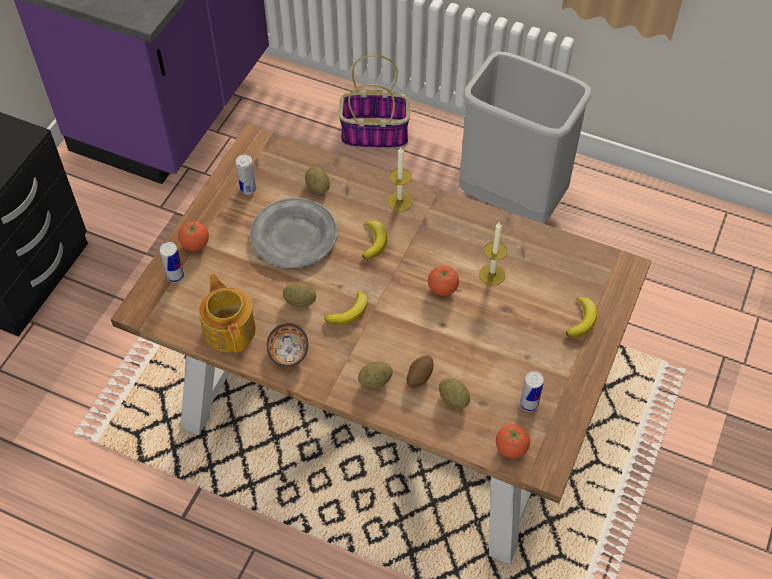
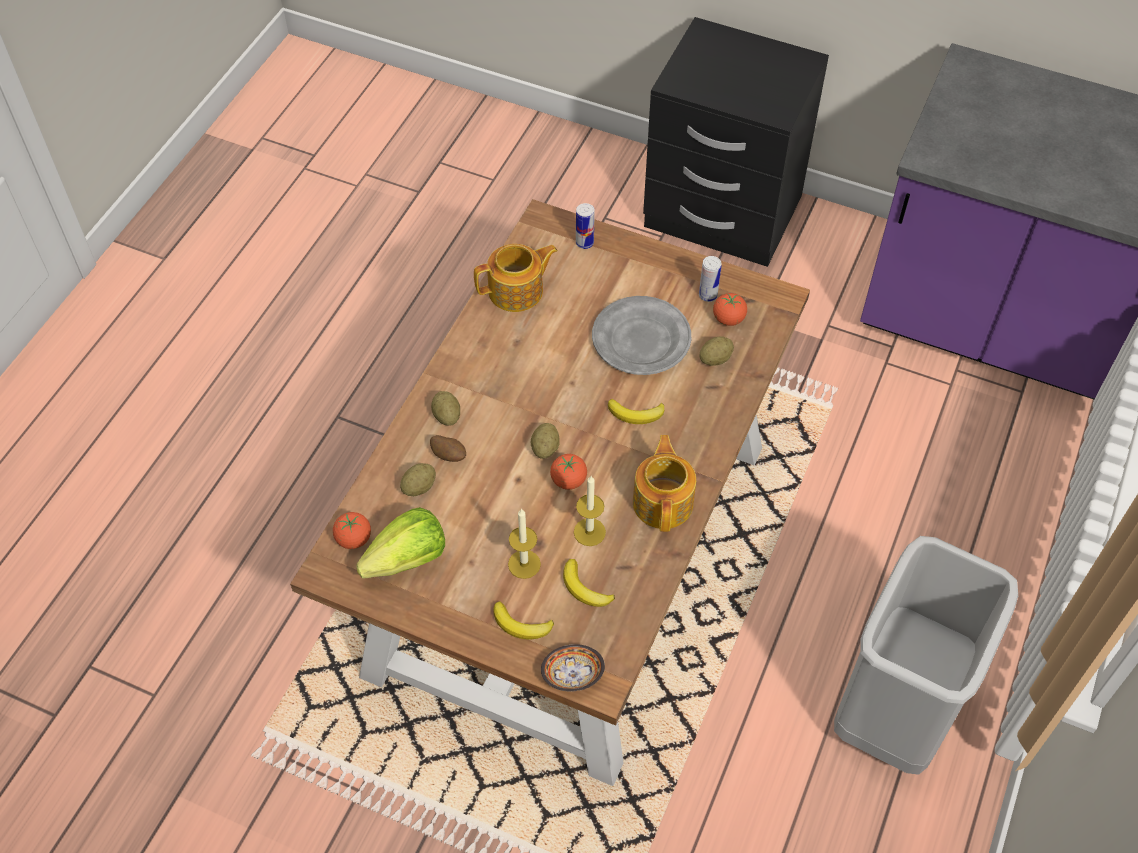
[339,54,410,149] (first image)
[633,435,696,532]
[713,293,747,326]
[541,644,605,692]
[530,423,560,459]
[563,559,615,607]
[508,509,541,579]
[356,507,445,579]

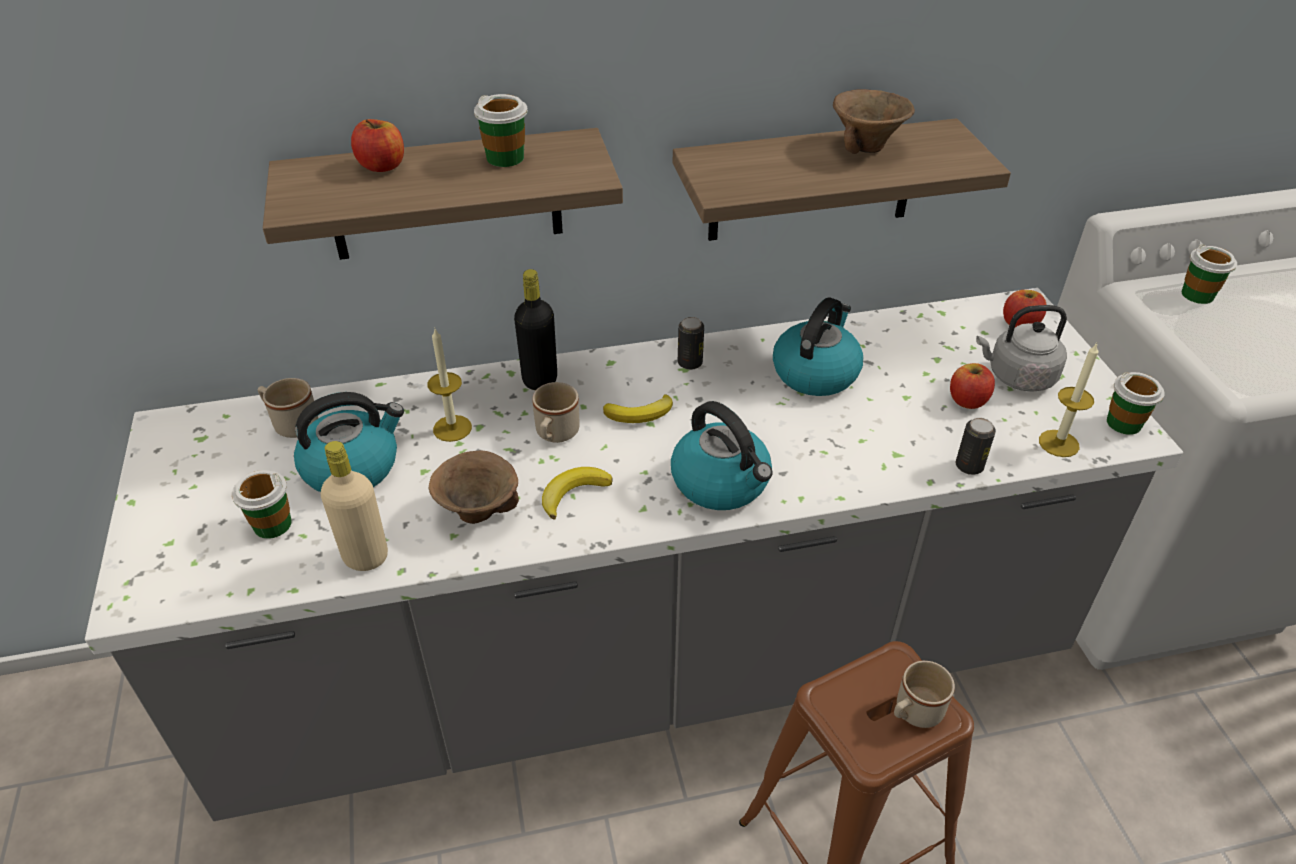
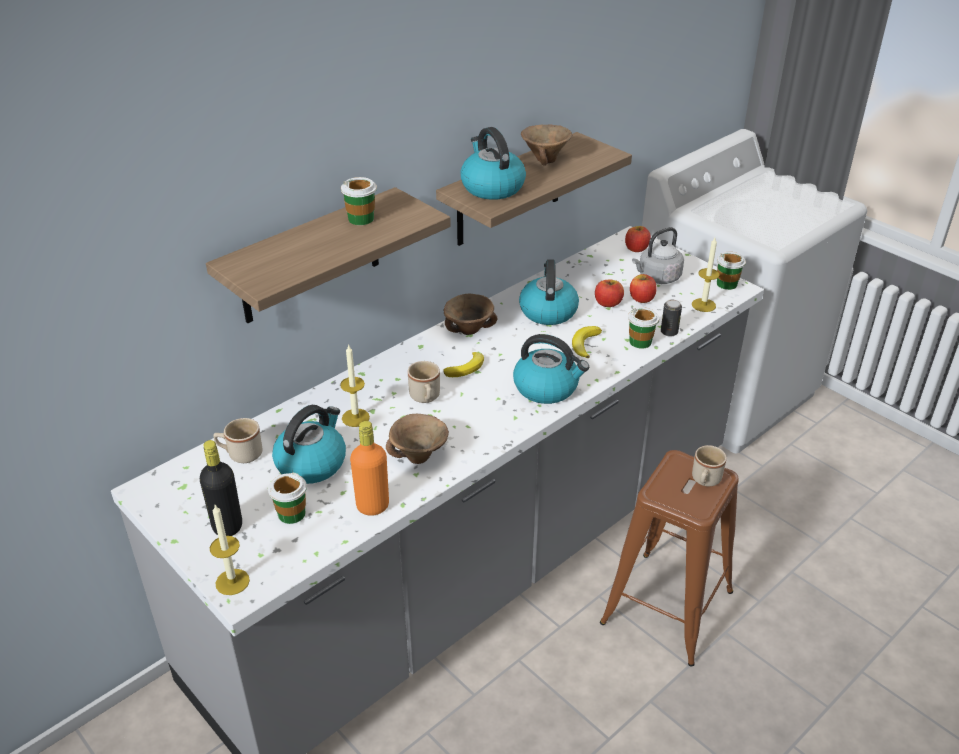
[210,505,250,595]
[460,127,526,200]
[595,279,624,307]
[200,440,242,536]
[572,326,602,358]
[628,307,659,349]
[443,294,498,335]
[350,421,389,516]

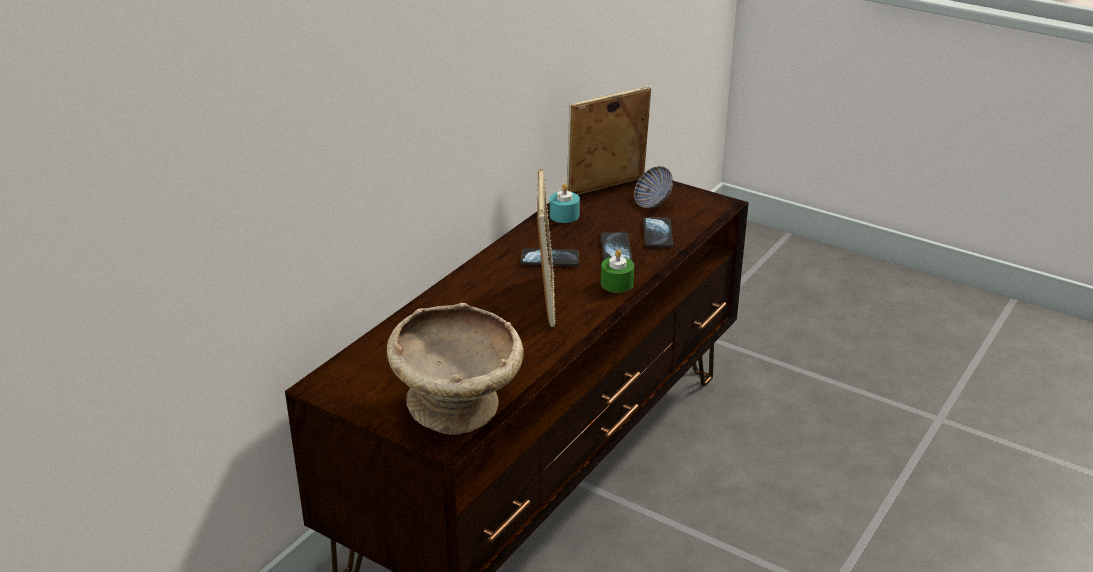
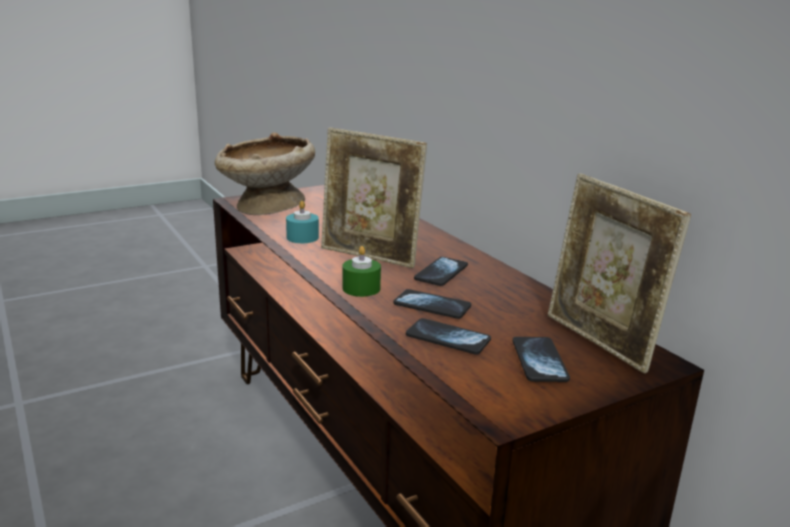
[286,201,319,243]
[513,337,570,382]
[548,173,691,374]

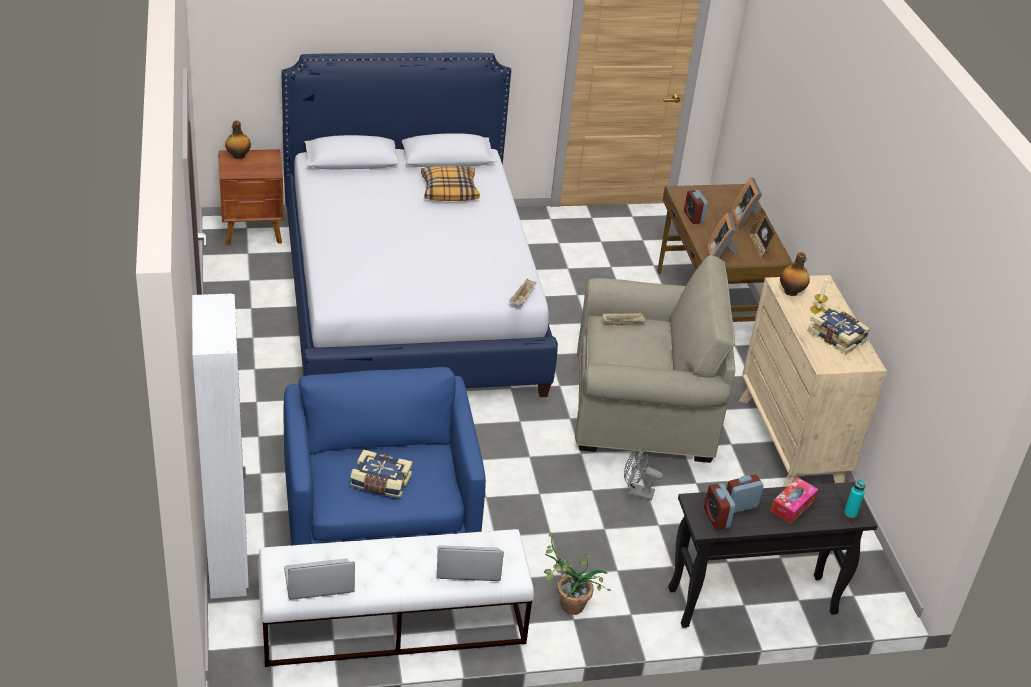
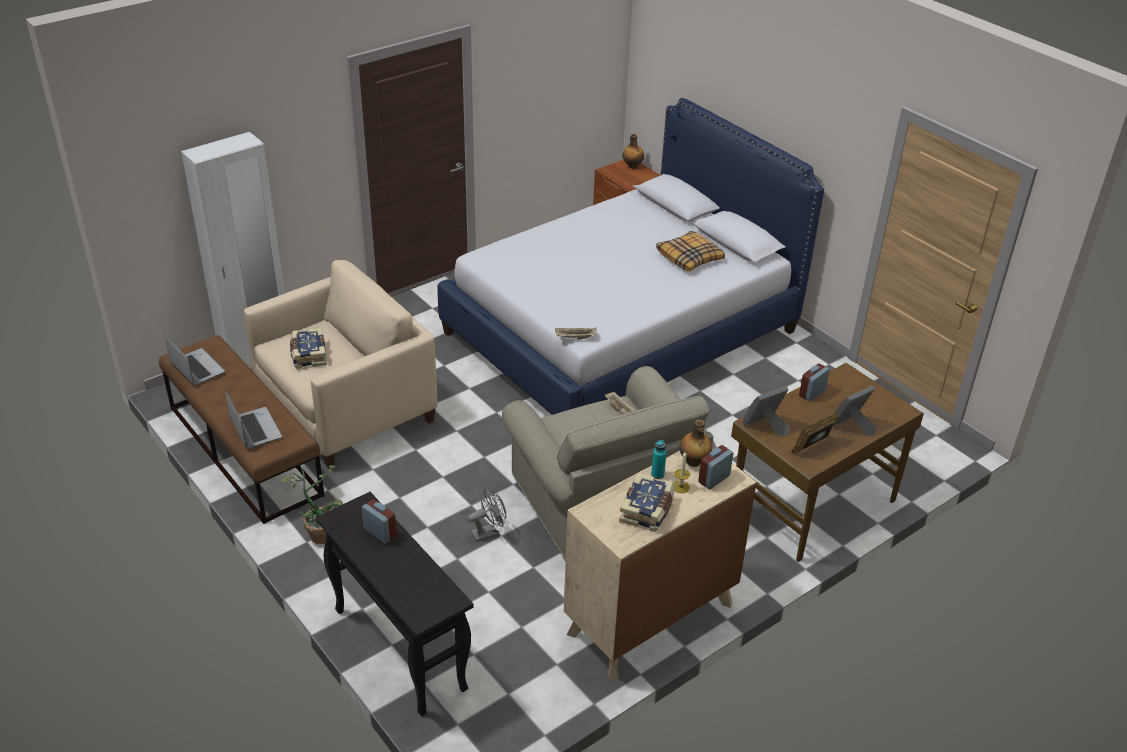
[771,478,819,524] (first image)
[698,445,733,489]
[651,440,667,479]
[159,335,325,524]
[244,260,438,469]
[468,488,507,542]

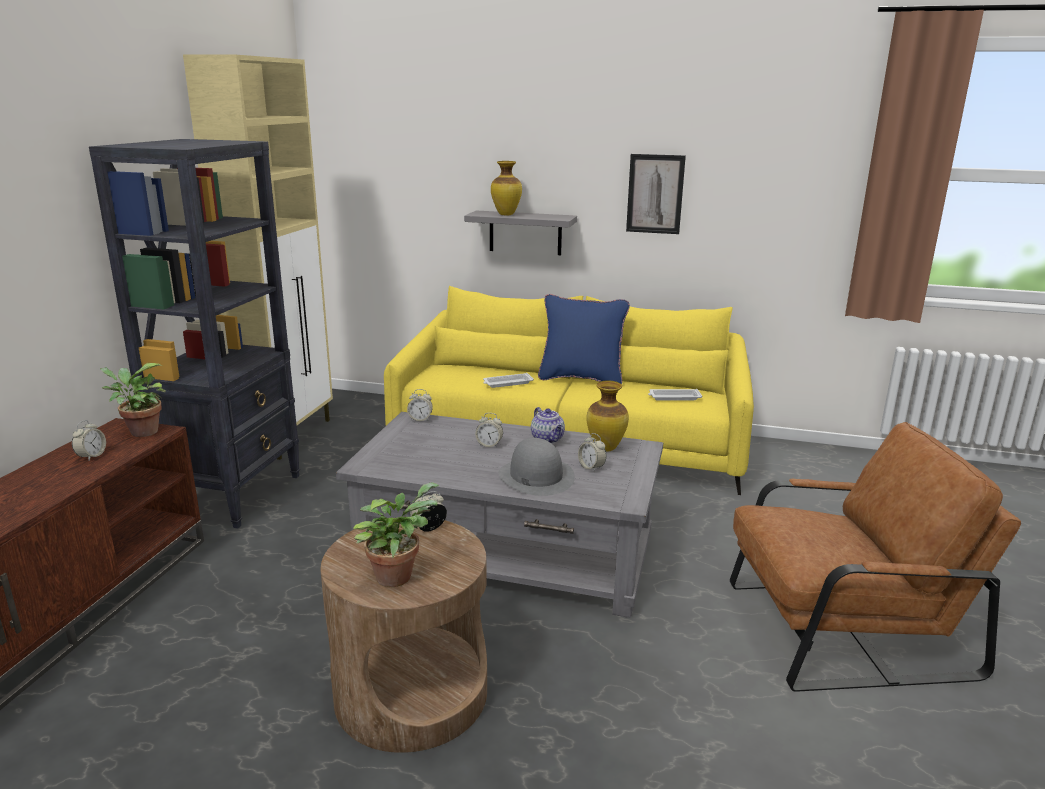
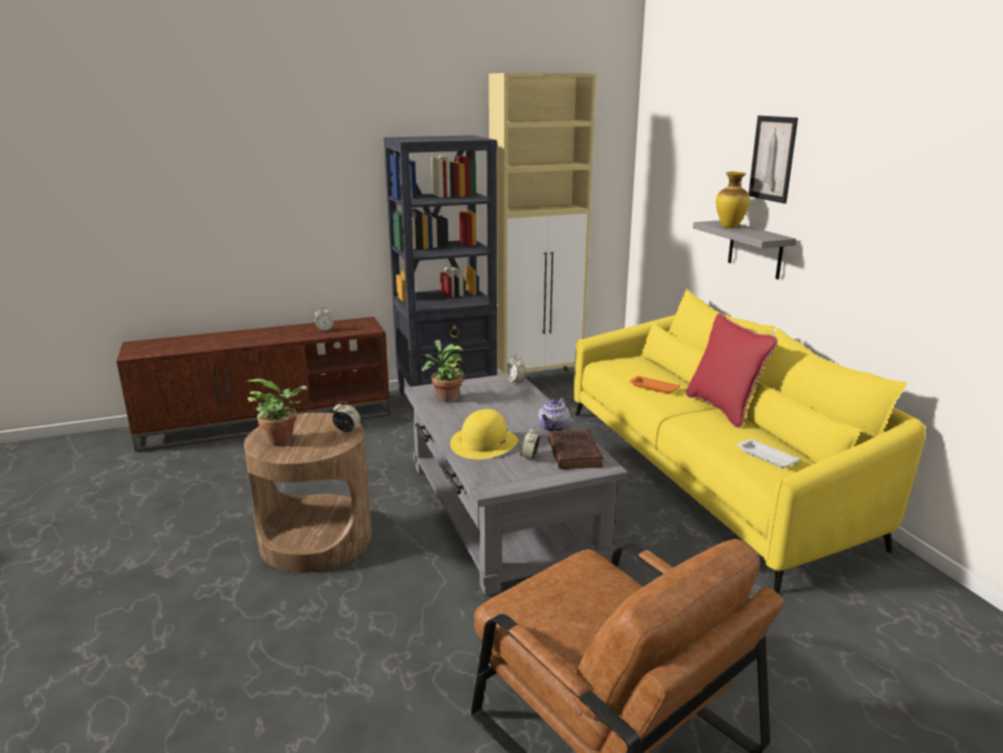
[475,413,503,448] (first image)
[422,340,465,403]
[749,116,798,204]
[548,429,604,469]
[629,376,680,394]
[450,409,518,459]
[686,313,778,428]

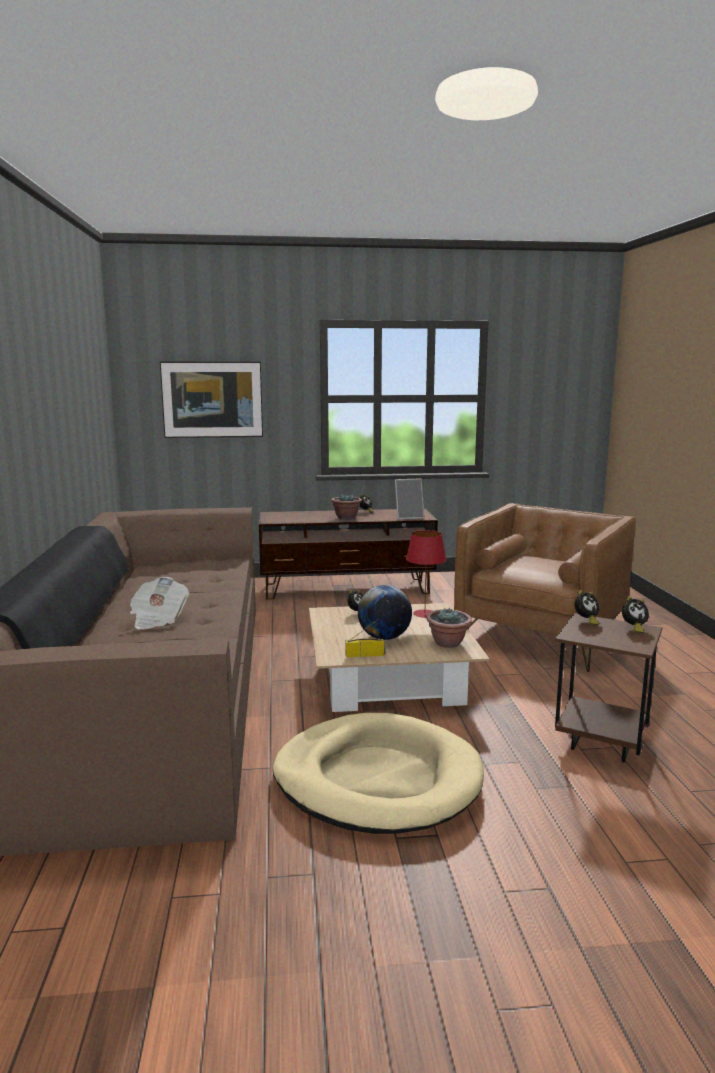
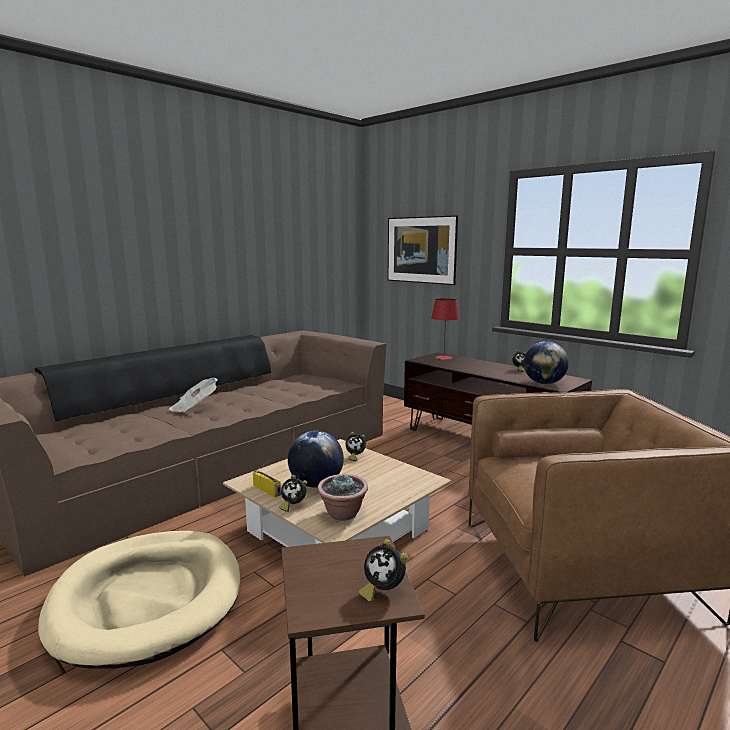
[331,493,362,520] (first image)
[431,298,460,360]
[279,475,307,512]
[524,341,569,384]

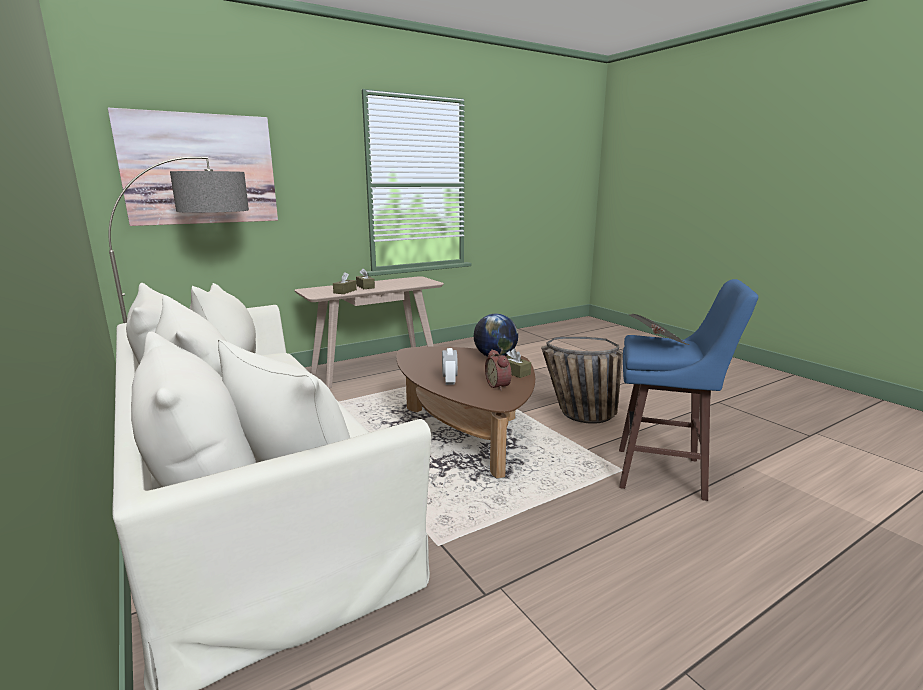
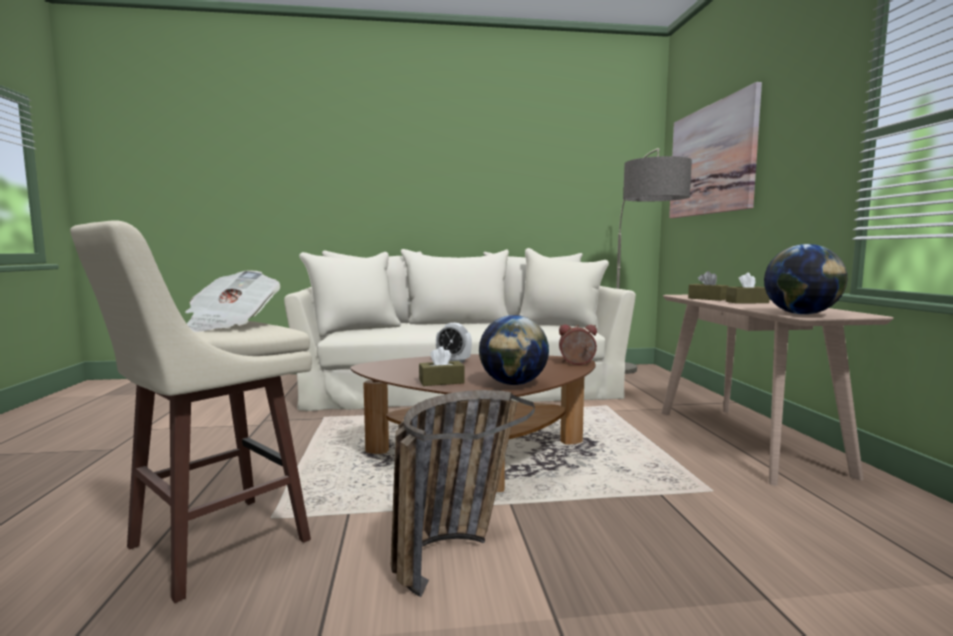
[764,244,847,315]
[559,325,597,365]
[70,220,312,603]

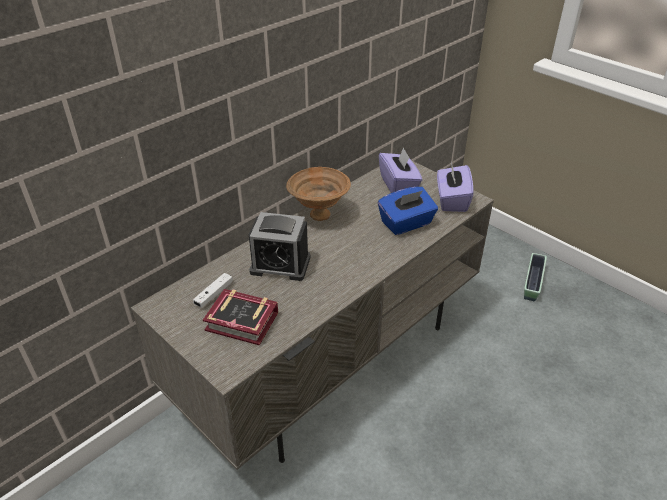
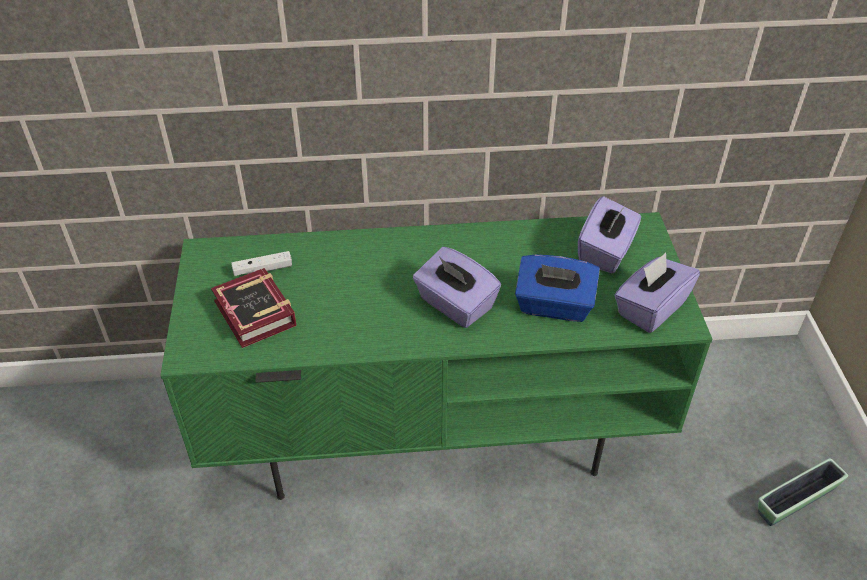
[249,212,310,281] (first image)
[286,167,351,221] (first image)
[413,247,501,328]
[160,212,712,500]

